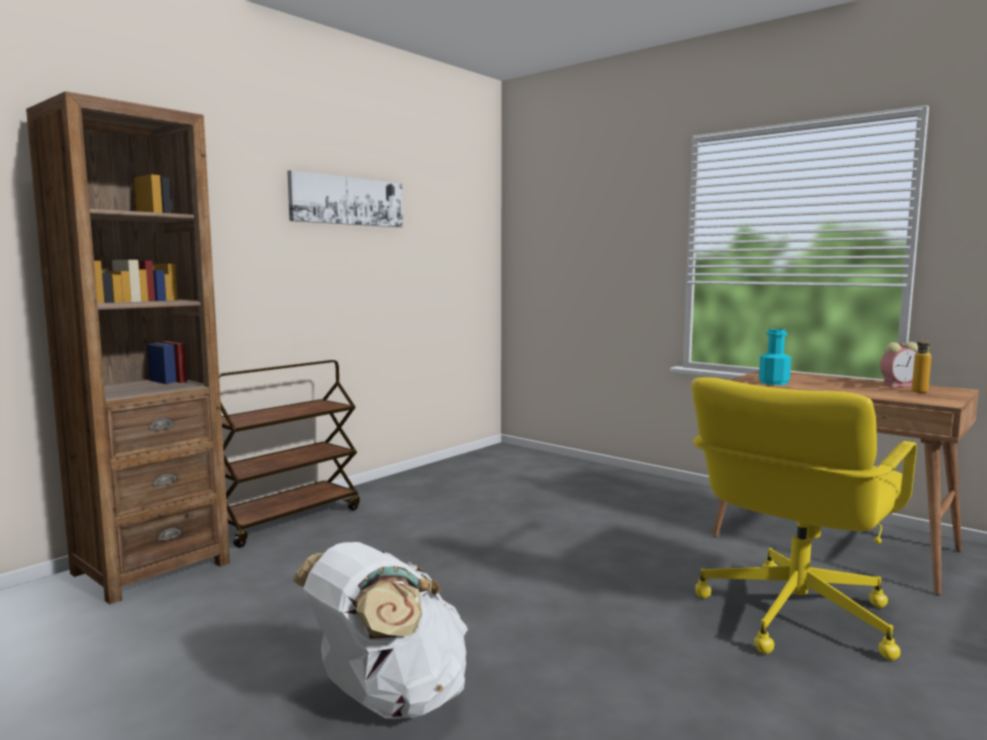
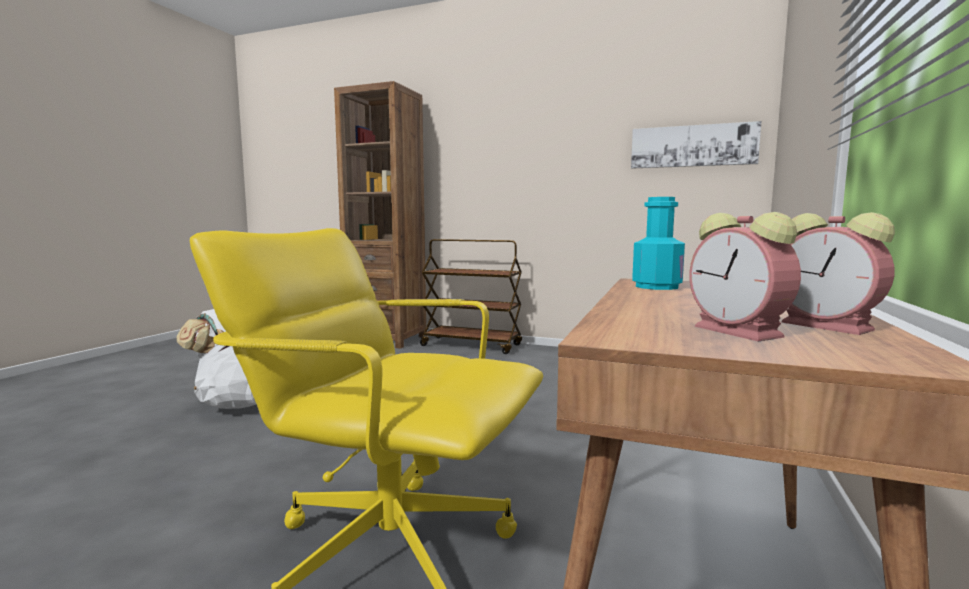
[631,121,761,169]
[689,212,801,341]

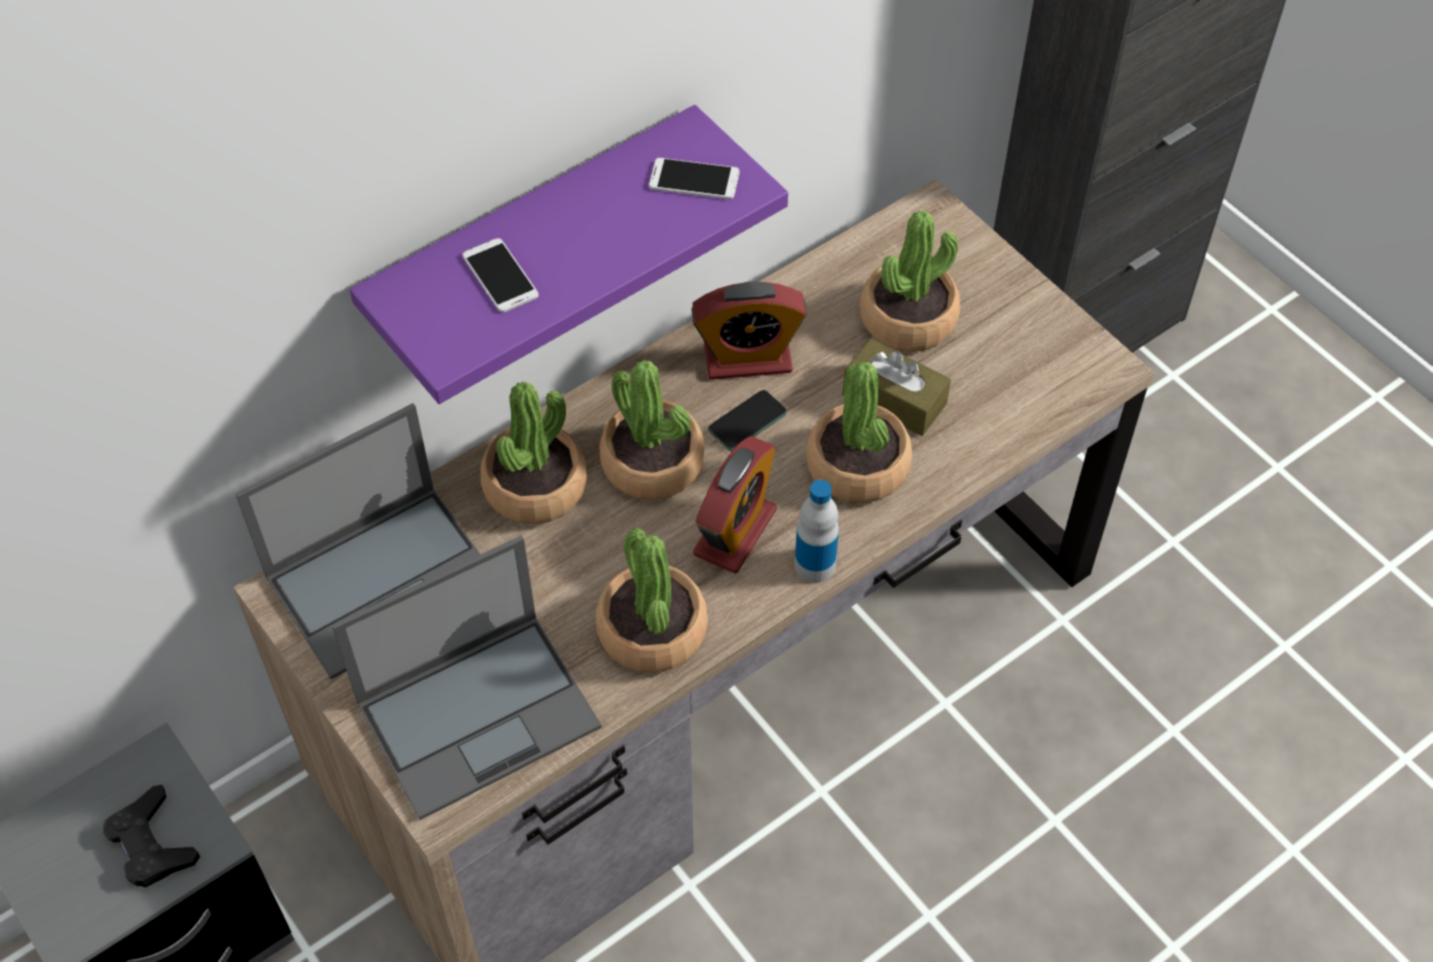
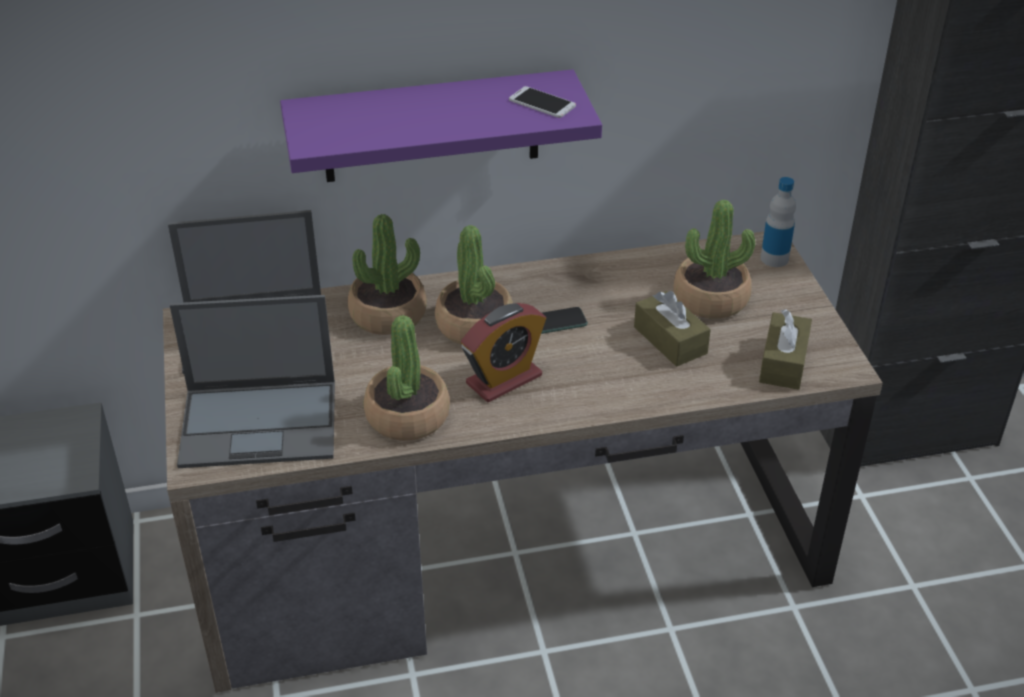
[103,785,200,887] (first image)
[463,238,539,313] (first image)
[691,282,807,380] (first image)
[806,362,912,503] (first image)
[759,309,812,390]
[761,177,796,267]

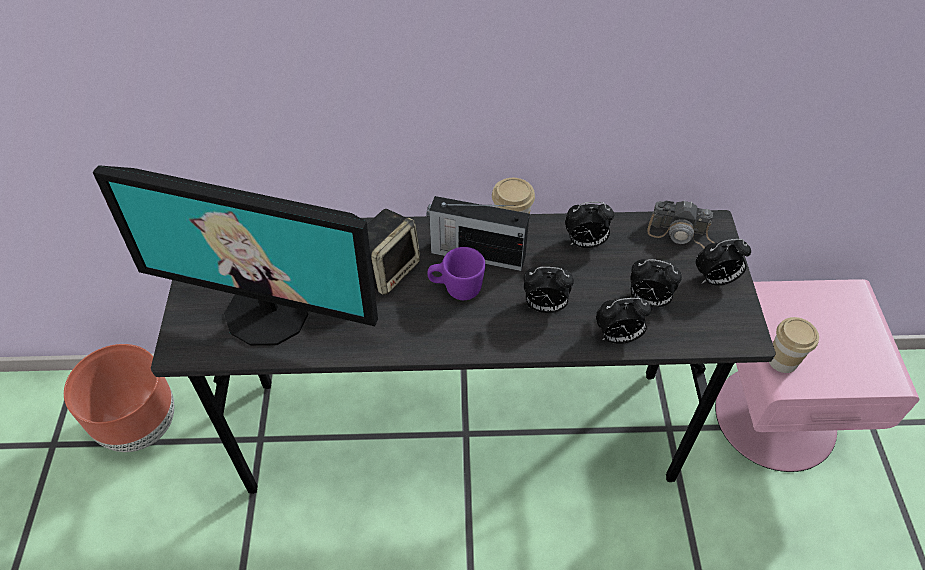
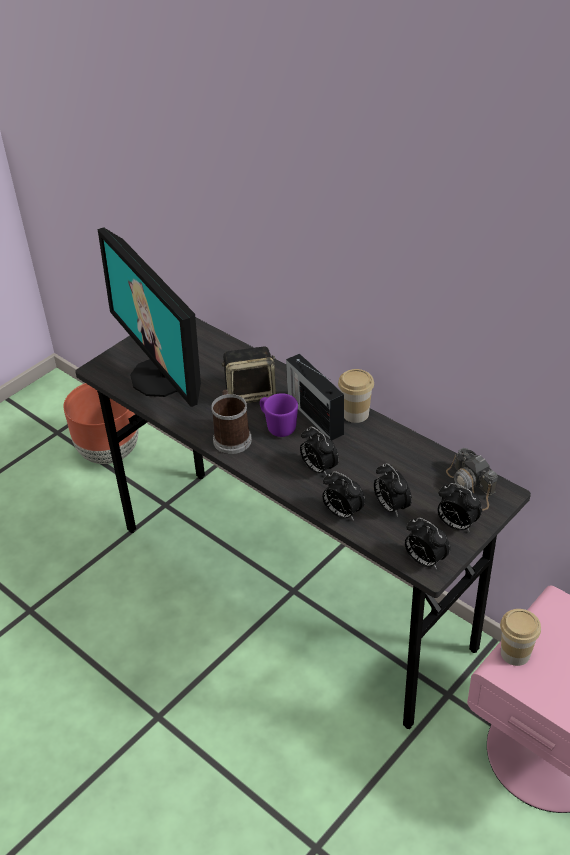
[211,389,252,454]
[405,518,450,570]

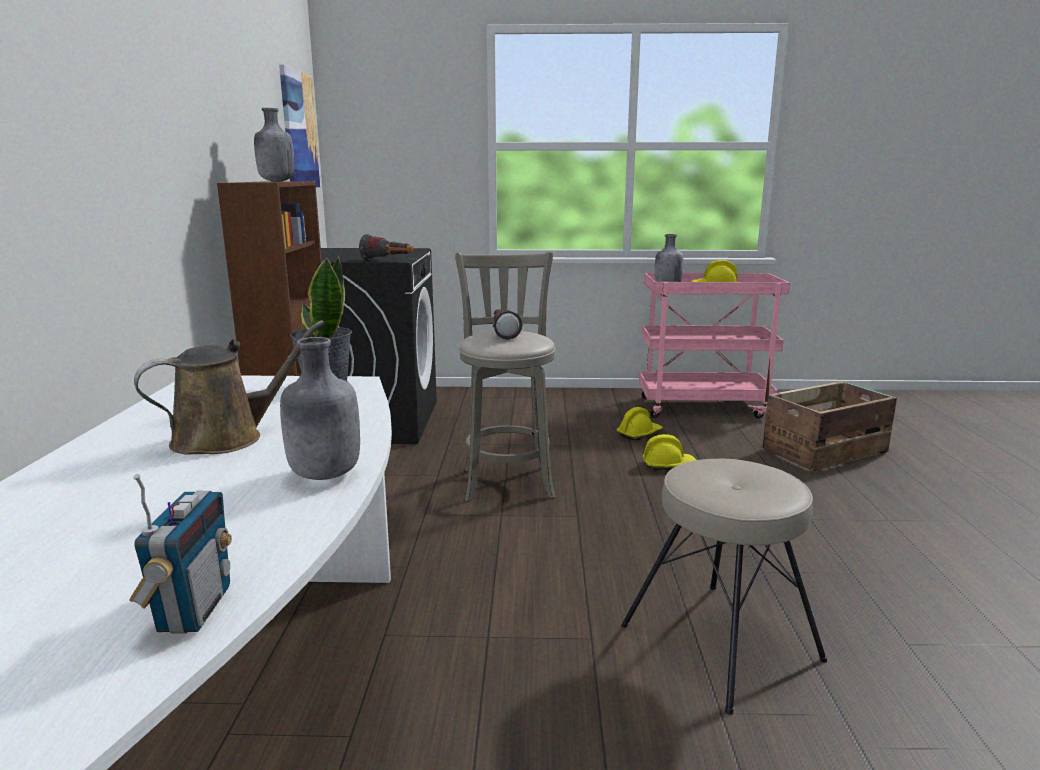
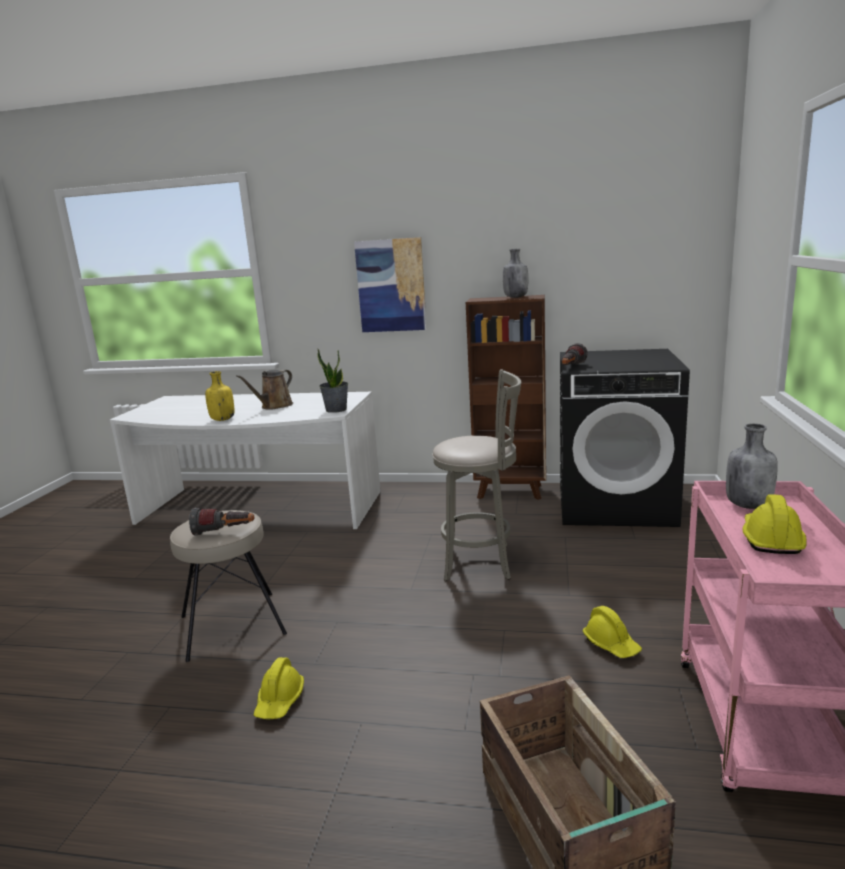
[129,474,232,633] (first image)
[354,237,427,332]
[189,508,254,536]
[254,657,304,719]
[205,371,235,421]
[236,370,293,410]

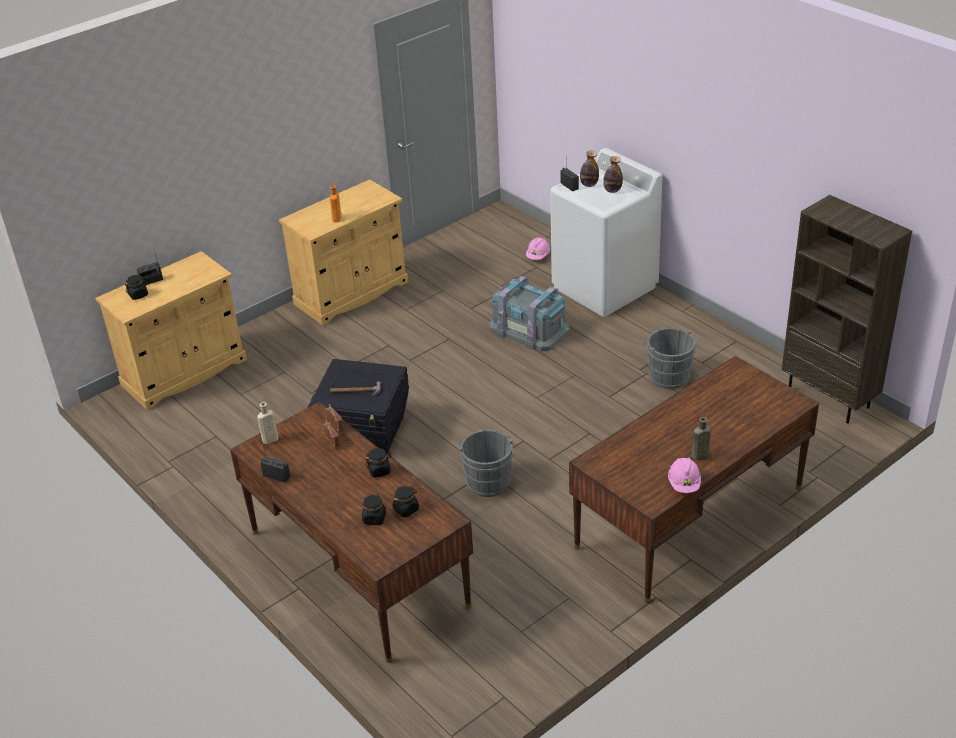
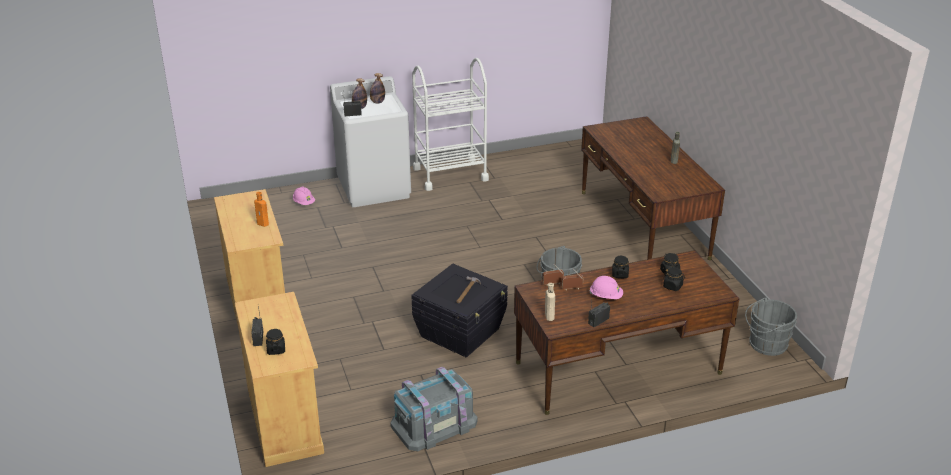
[782,195,912,423] (first image)
[412,58,489,191]
[391,367,478,451]
[745,298,797,356]
[589,276,623,299]

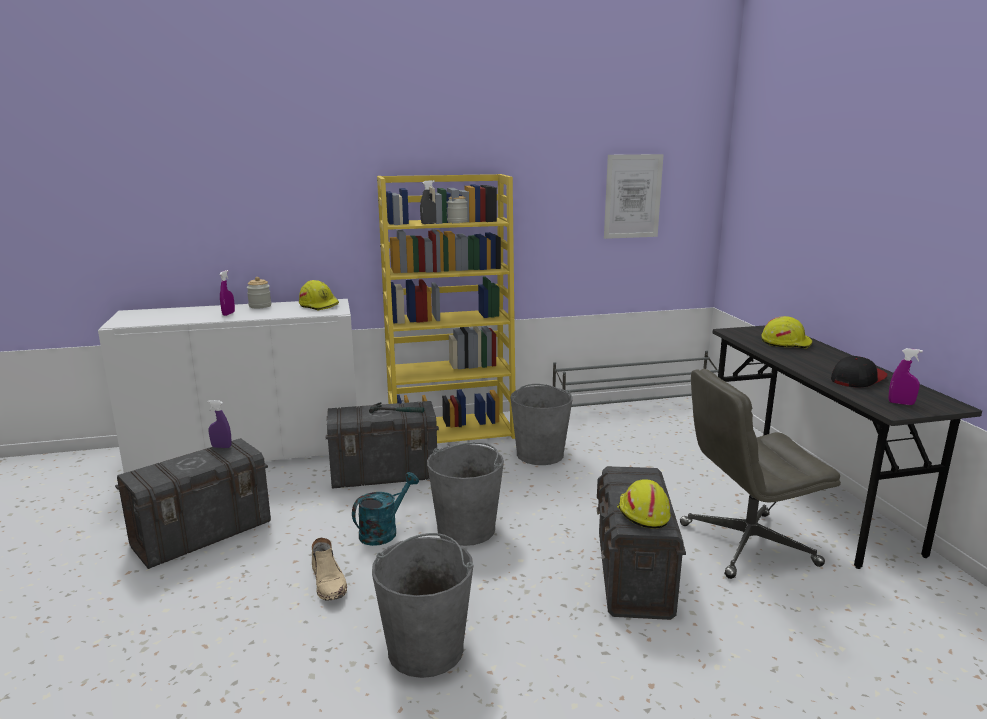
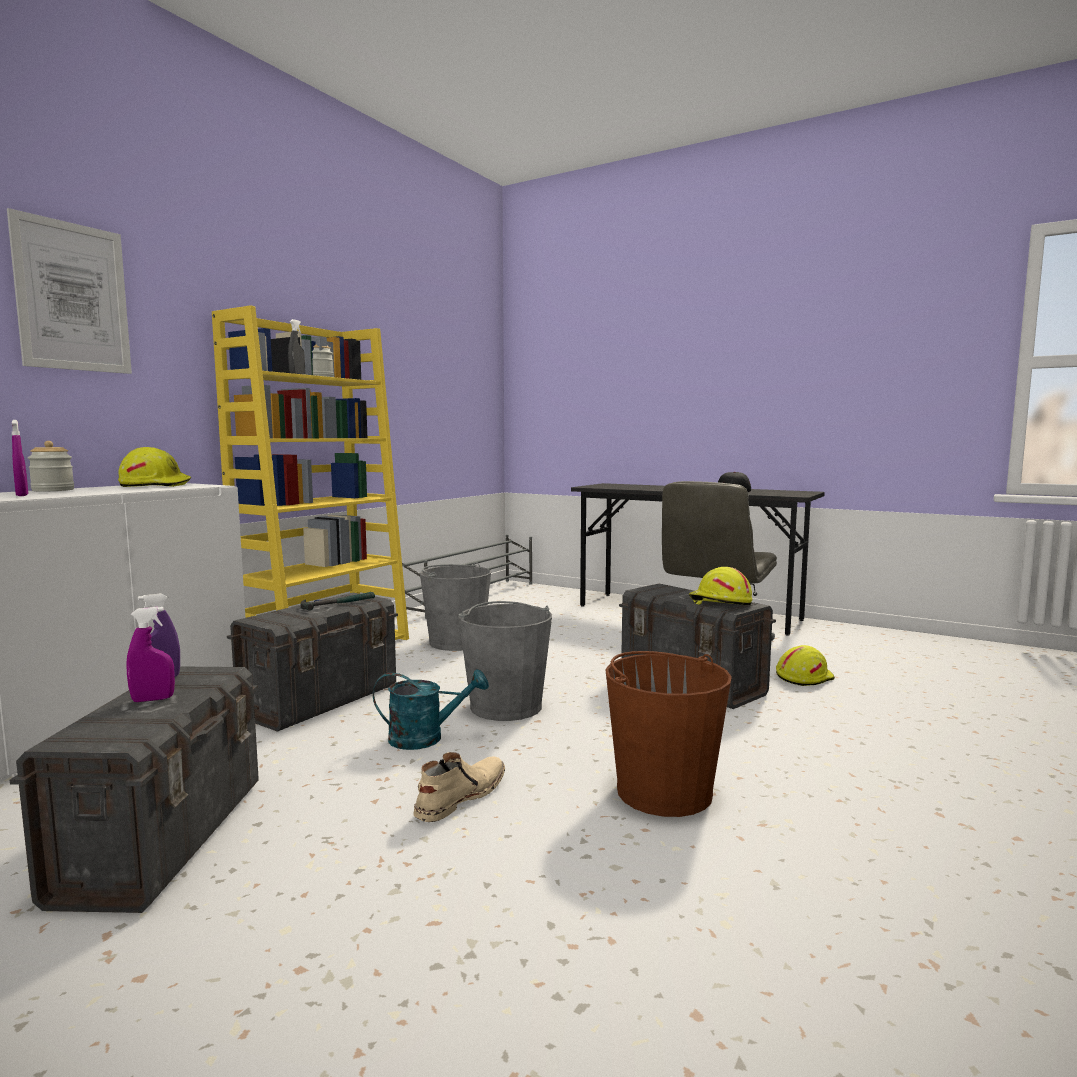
[7,208,132,374]
[776,645,835,686]
[126,607,175,702]
[605,651,732,817]
[413,752,505,822]
[373,669,489,750]

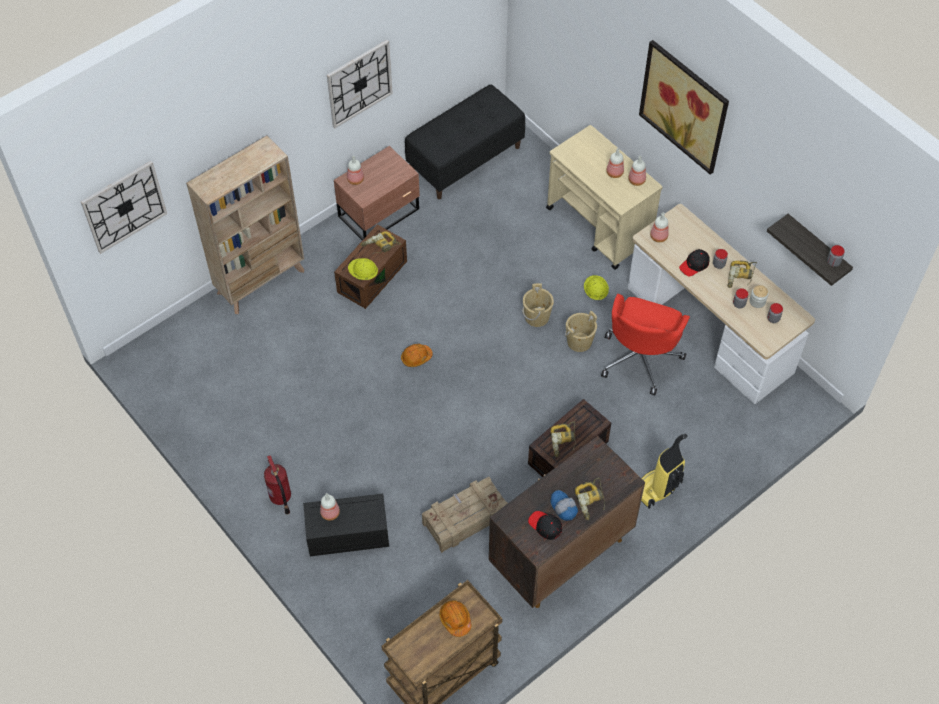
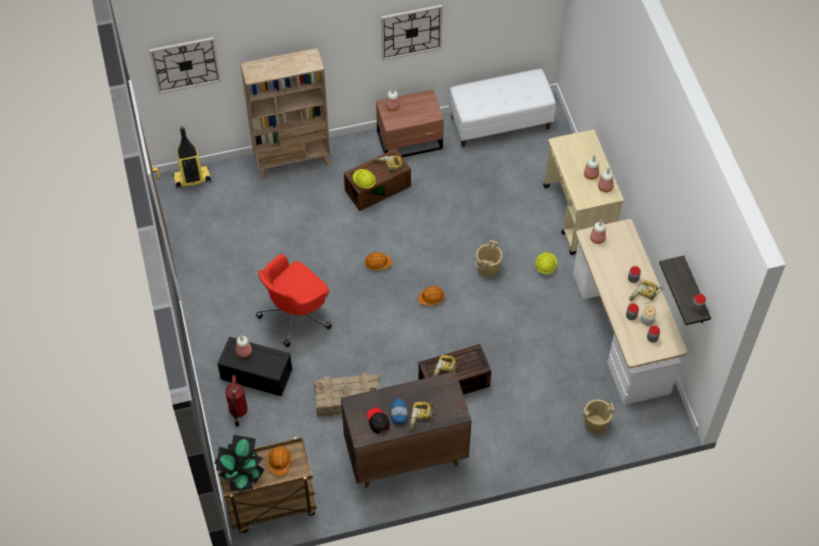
[639,40,729,175] (first image)
[679,249,710,277] (first image)
[214,435,265,492]
[418,286,445,306]
[225,375,248,427]
[582,399,614,434]
[256,254,332,347]
[173,126,211,189]
[449,69,556,147]

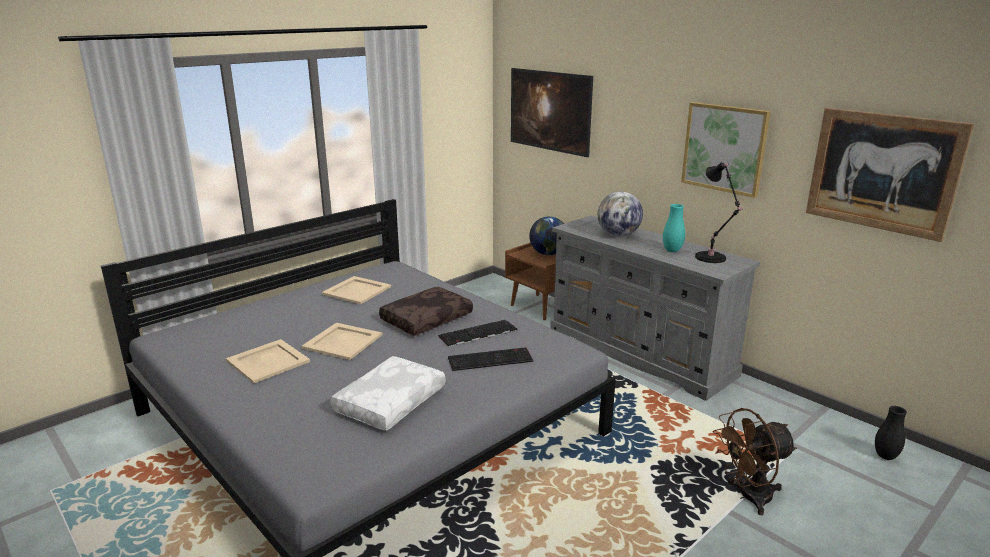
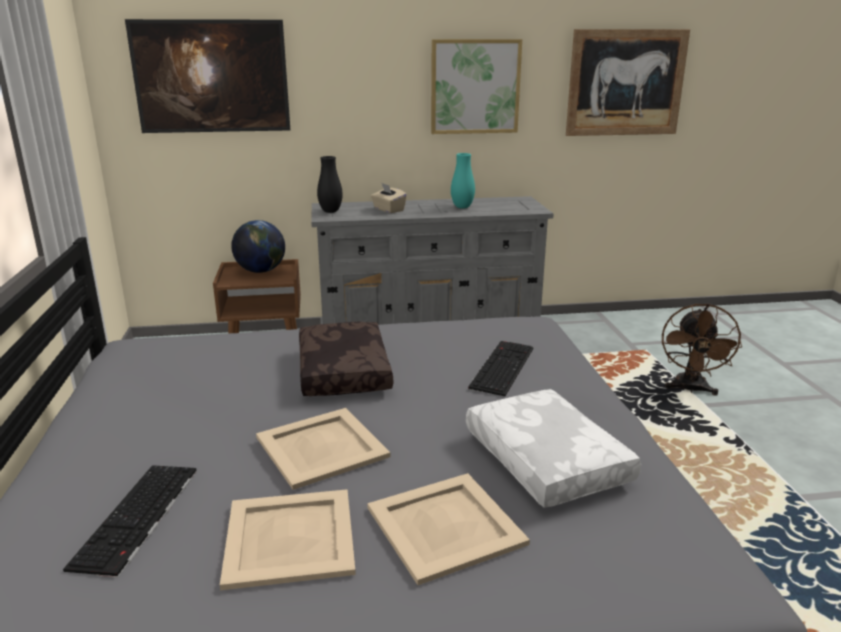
[695,162,742,263] (first image)
[367,473,530,585]
[63,465,197,578]
[317,156,343,213]
[371,183,407,213]

